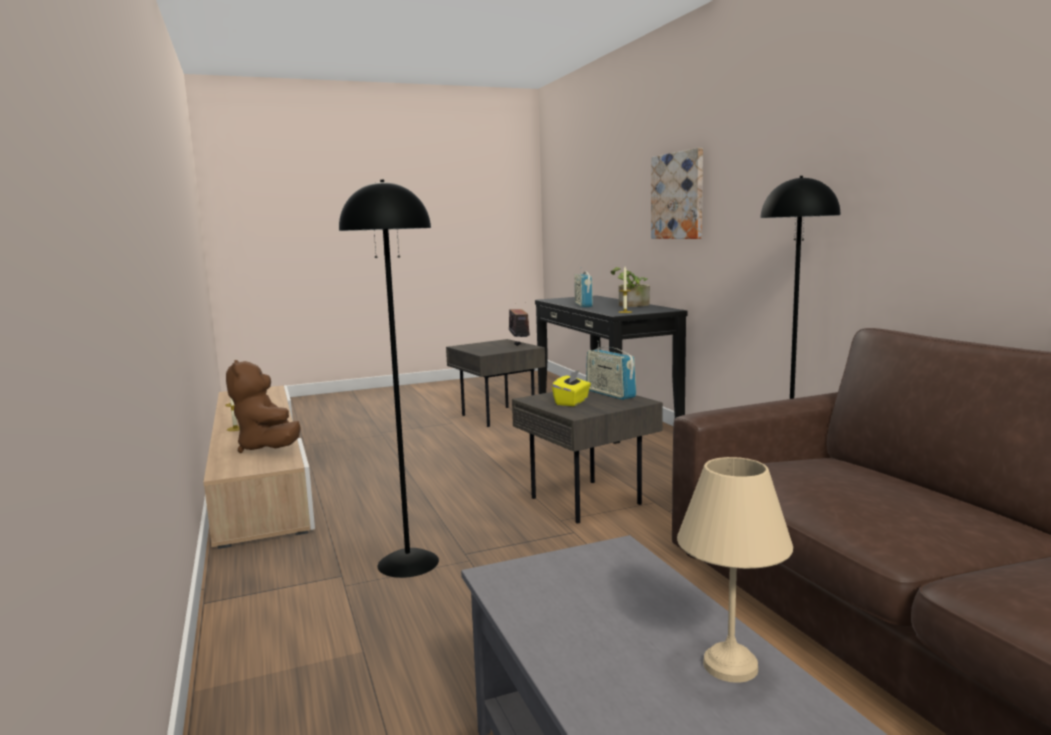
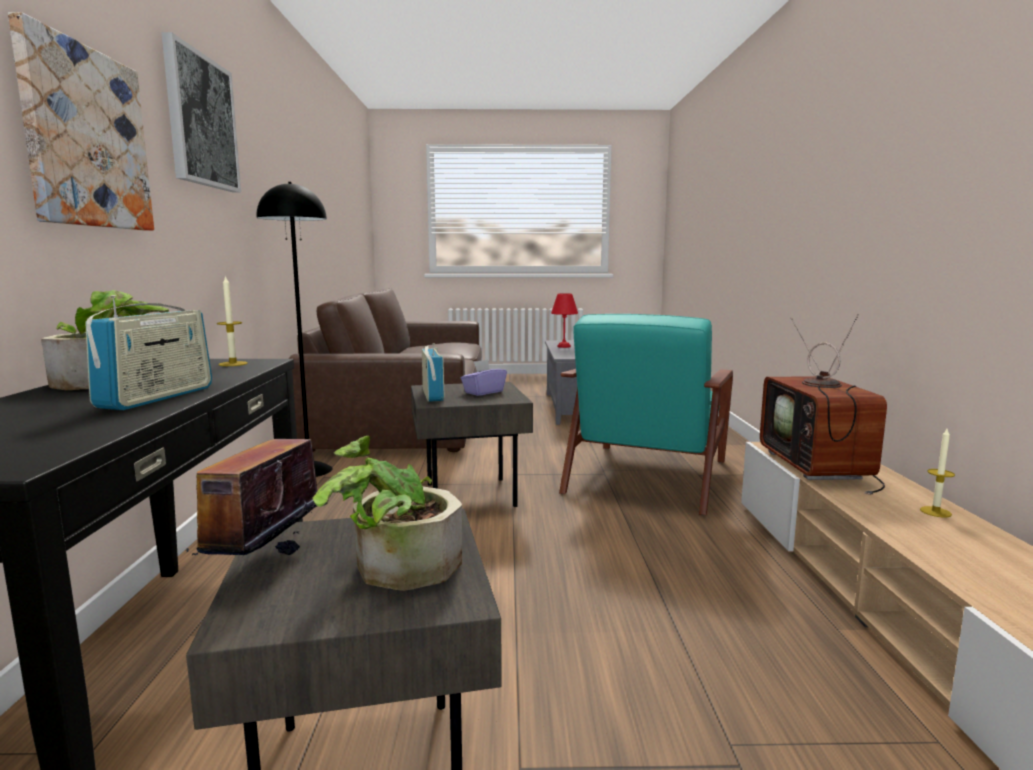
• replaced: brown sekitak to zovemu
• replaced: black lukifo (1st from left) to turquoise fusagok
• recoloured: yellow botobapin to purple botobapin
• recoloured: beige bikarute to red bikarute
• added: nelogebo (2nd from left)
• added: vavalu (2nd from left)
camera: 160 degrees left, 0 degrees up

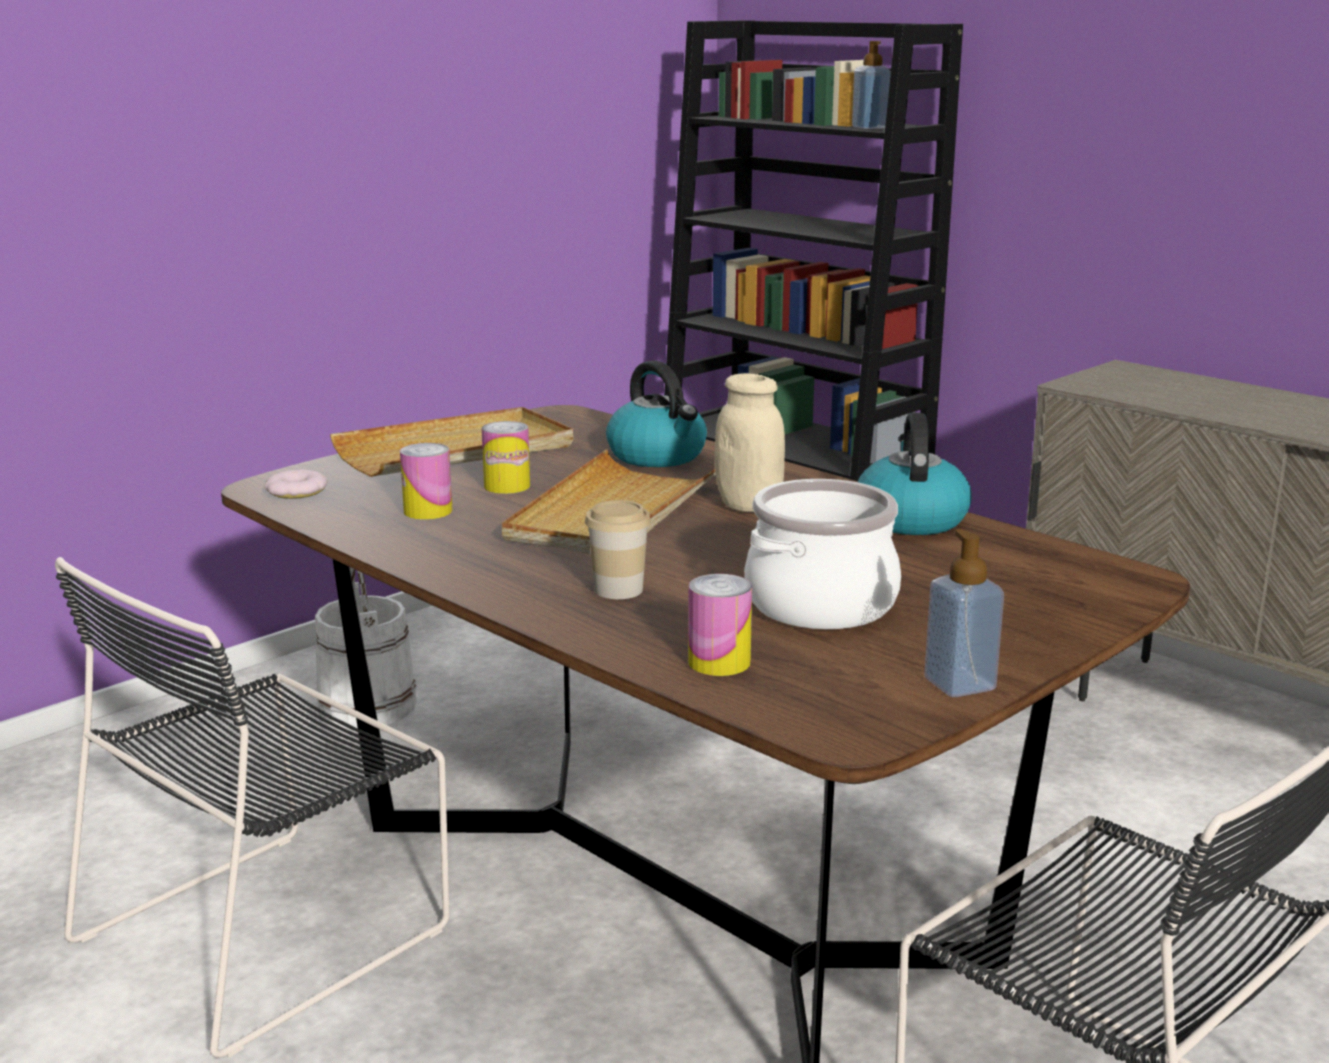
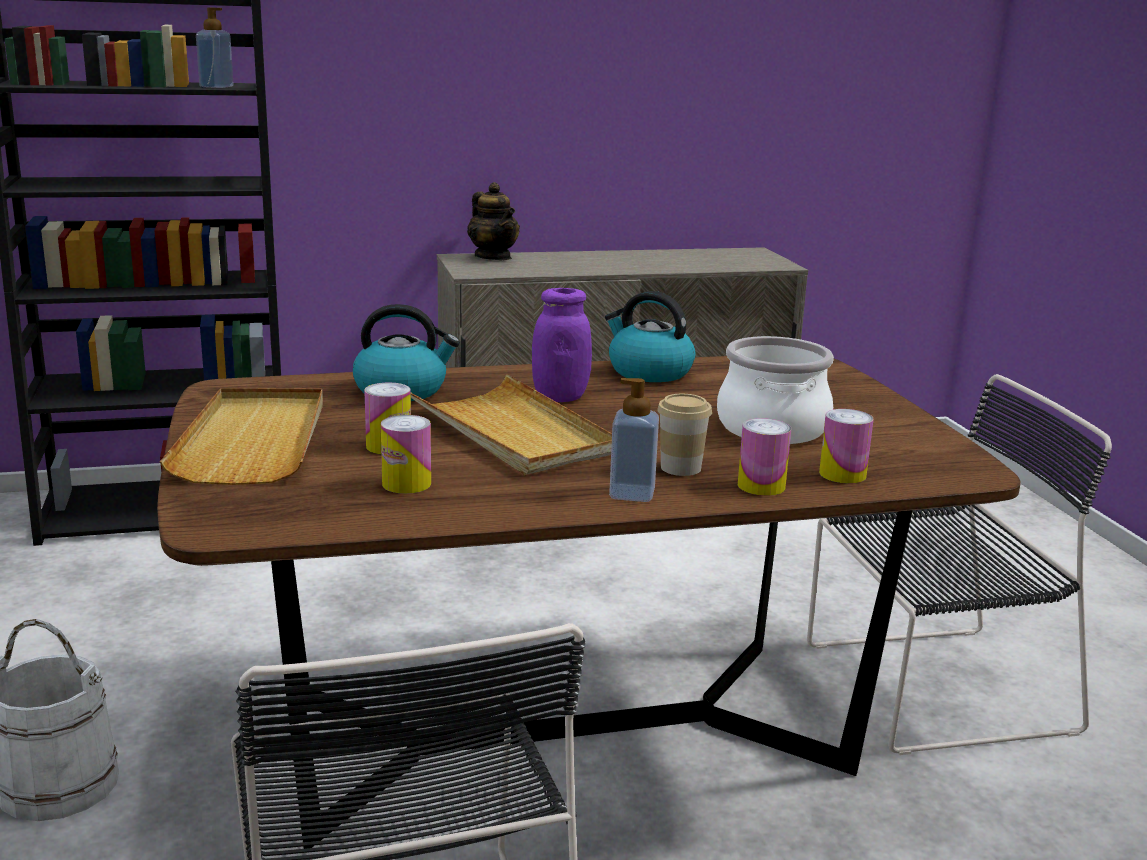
• removed: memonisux
• recoloured: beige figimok to purple figimok
• moved: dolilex (2nd from left)
• added: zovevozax
• added: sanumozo (3rd from left)
camera: 60 degrees left, 0 degrees up

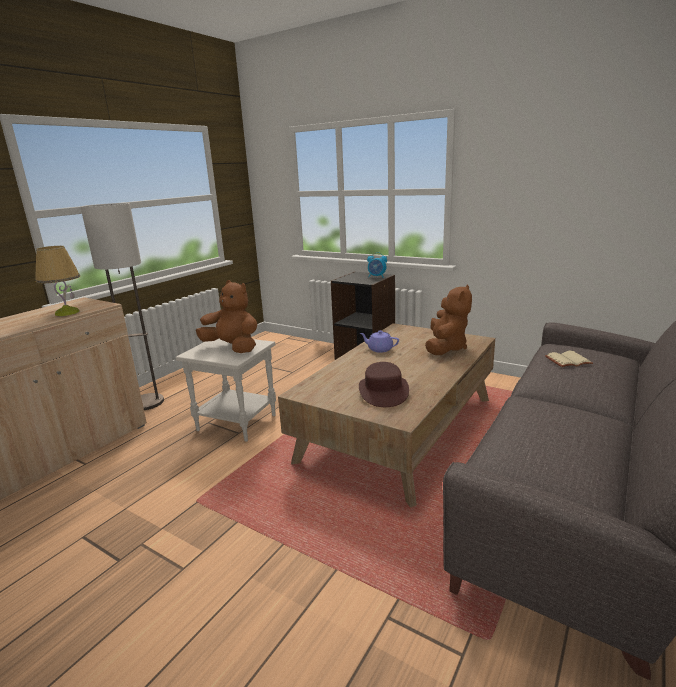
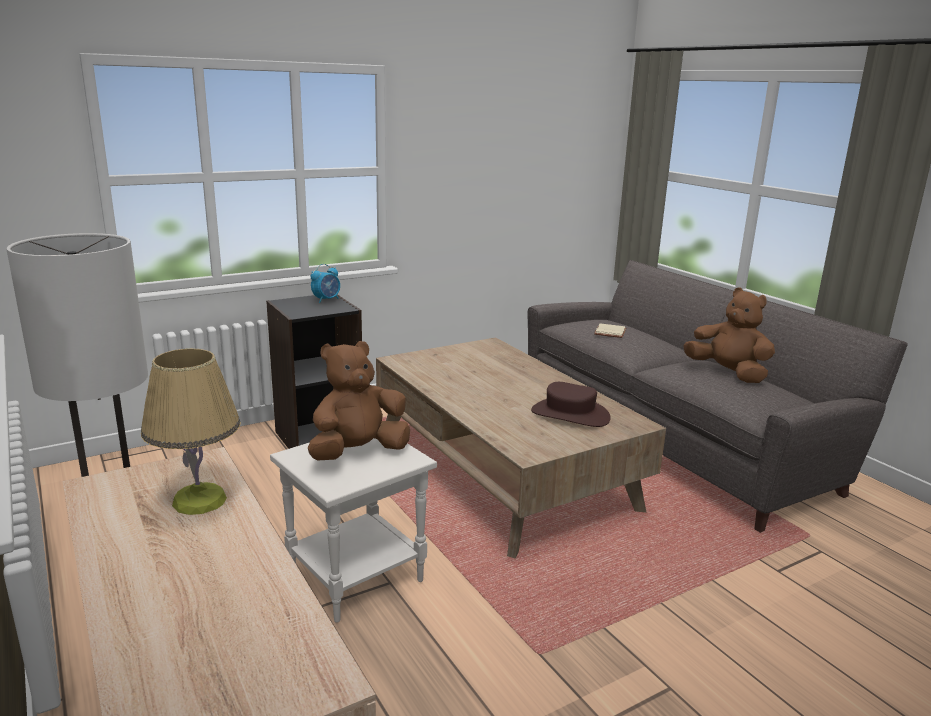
• removed: purple zovevozax
• moved: brown sekitak (2nd from left)
camera: 65 degrees left, 0 degrees up

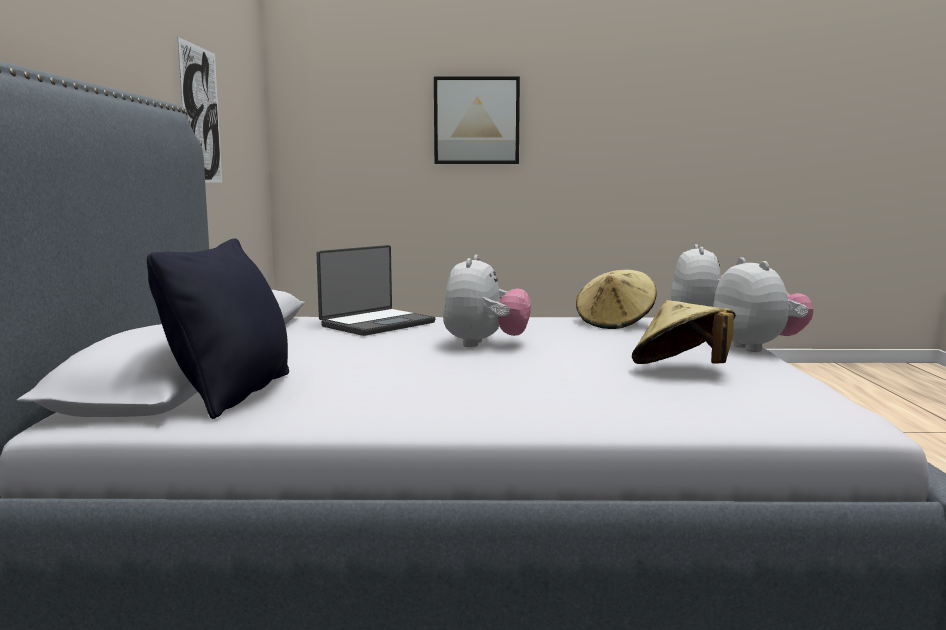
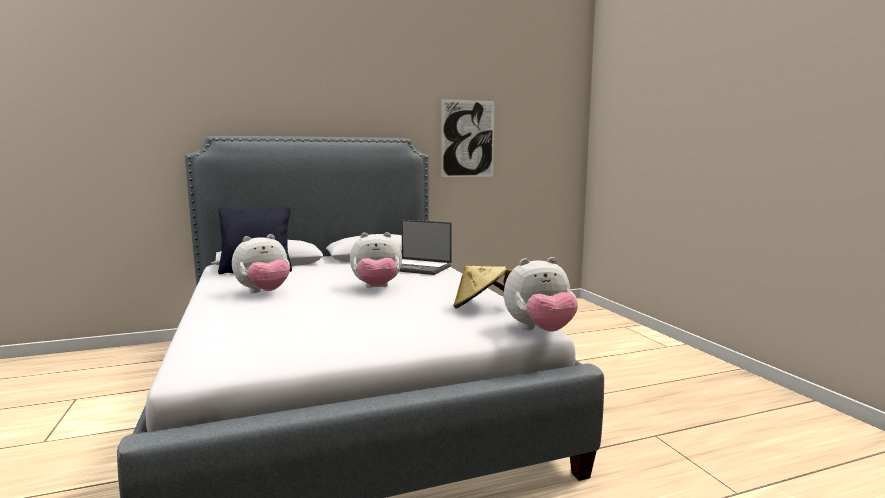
• removed: nelogebo (2nd from left)
• removed: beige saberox (2nd from left)
• moved: sekitak (3rd from left in the first image) to sekitak (1st from left)
camera: 70 degrees right, 0 degrees up

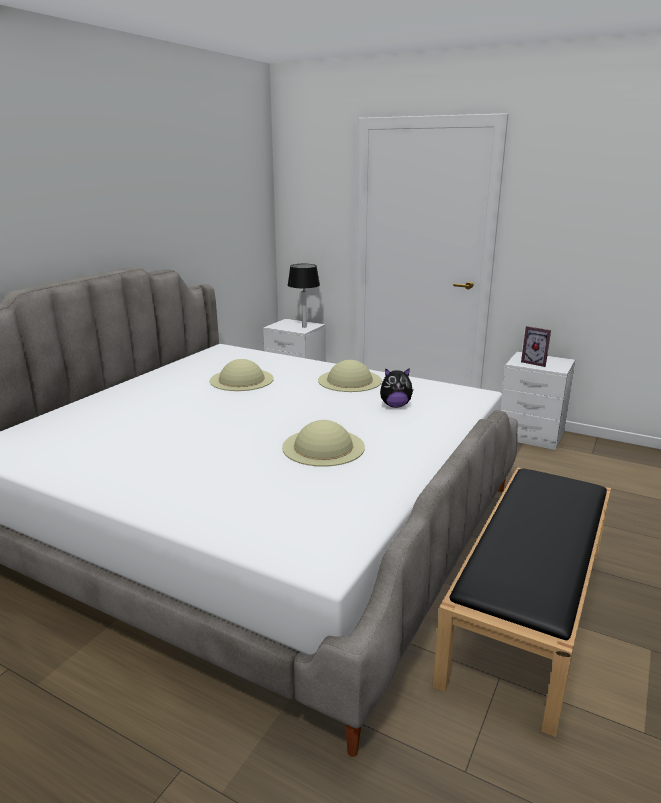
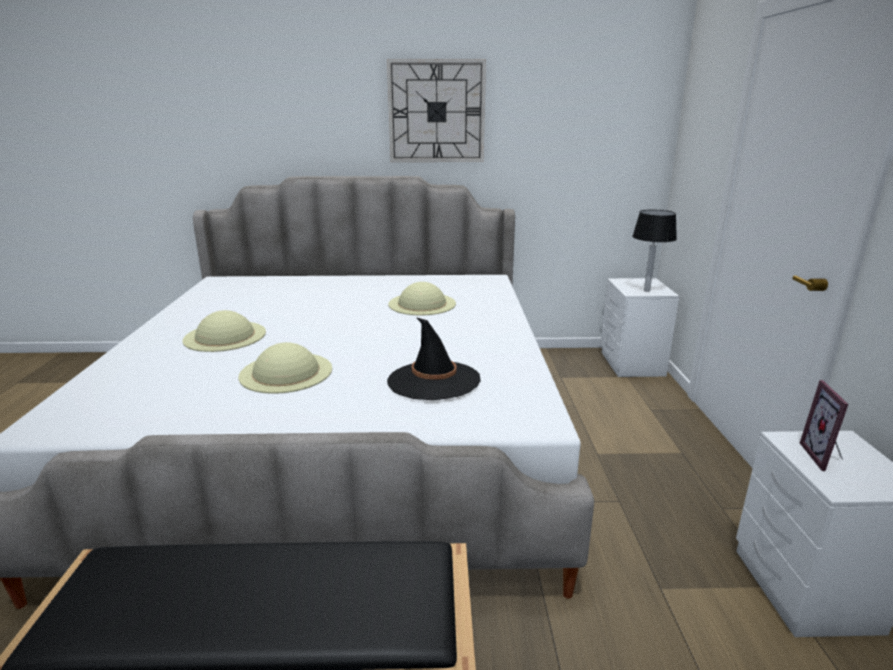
• moved: beige saberox (3rd from left in the first image) to beige saberox (1st from left)
• replaced: sekitak to black saberox
• added: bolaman
camera: 60 degrees right, 0 degrees up

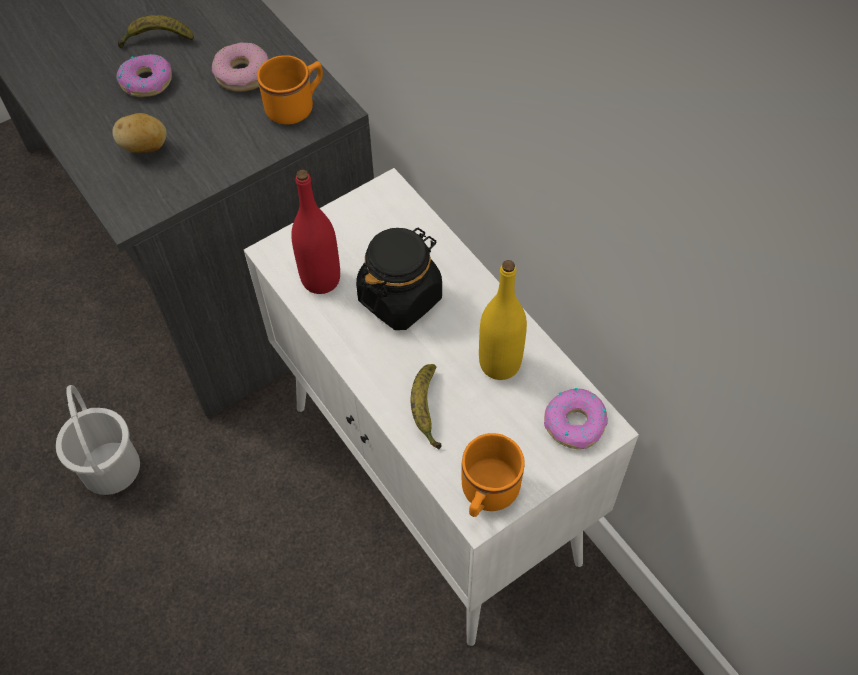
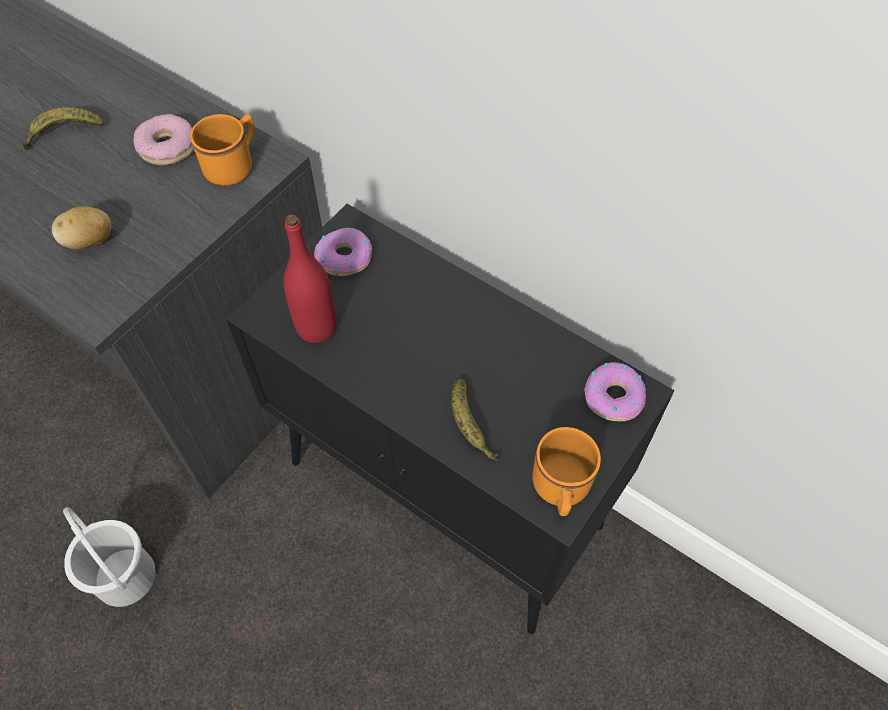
• moved: memonisux (1st from left in the first image) to memonisux (2nd from left)
• recoloured: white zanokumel to black zanokumel
• removed: black figimok
• removed: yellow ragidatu
camera: 20 degrees left, 0 degrees up

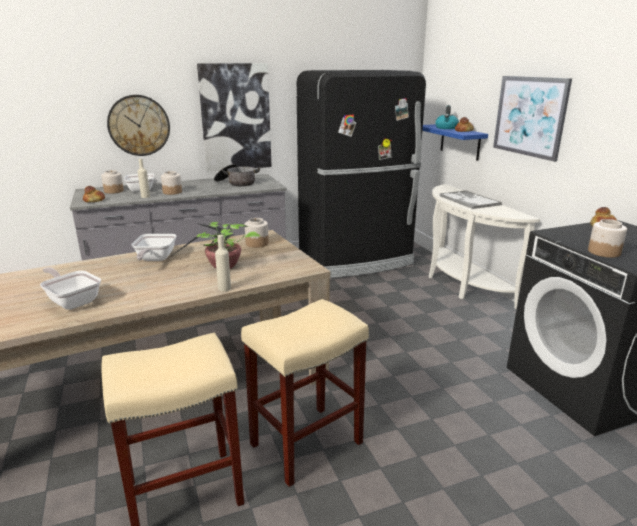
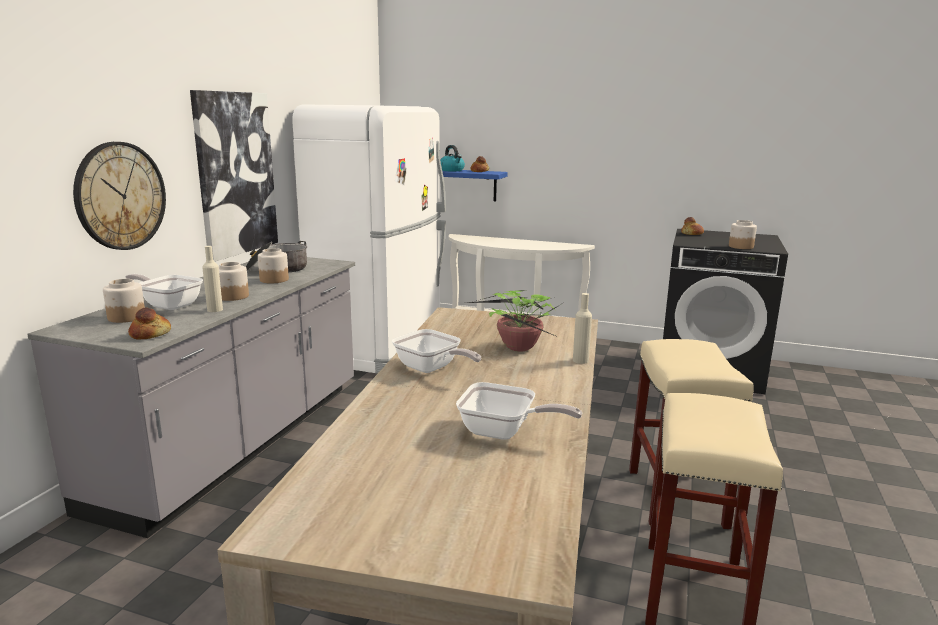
• turned: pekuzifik (1st from left in the first image) 150 degrees counterclockwise
• moved: figimok (3rd from left)
• recoloured: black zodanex to white zodanex
• removed: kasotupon
• removed: nelogebo (2nd from left)
camera: 50 degrees left, 5 degrees down

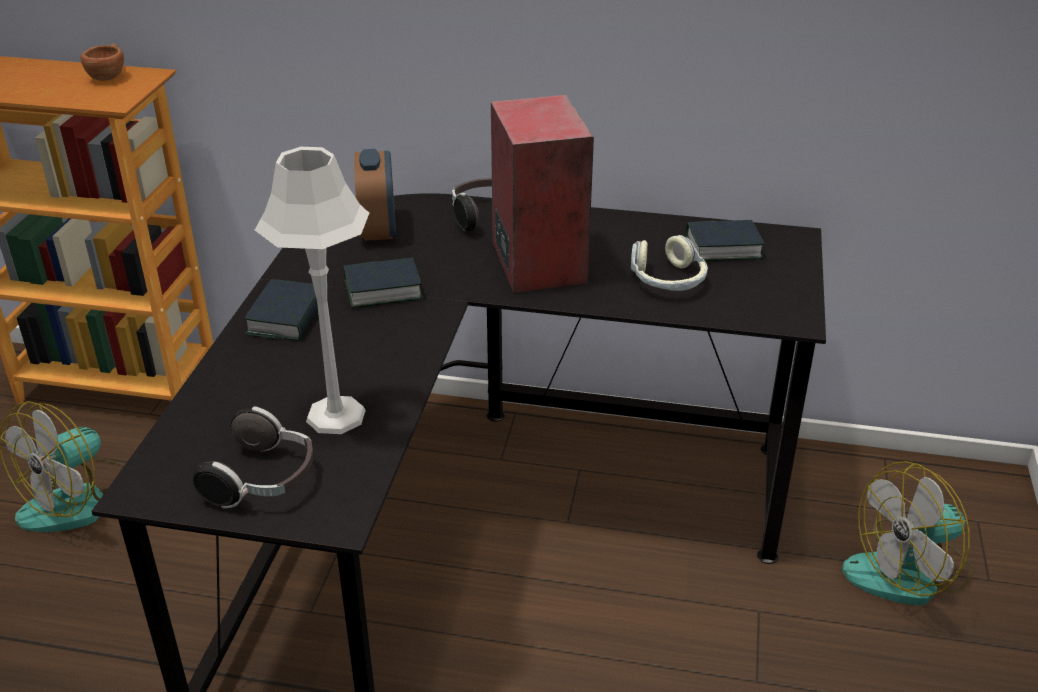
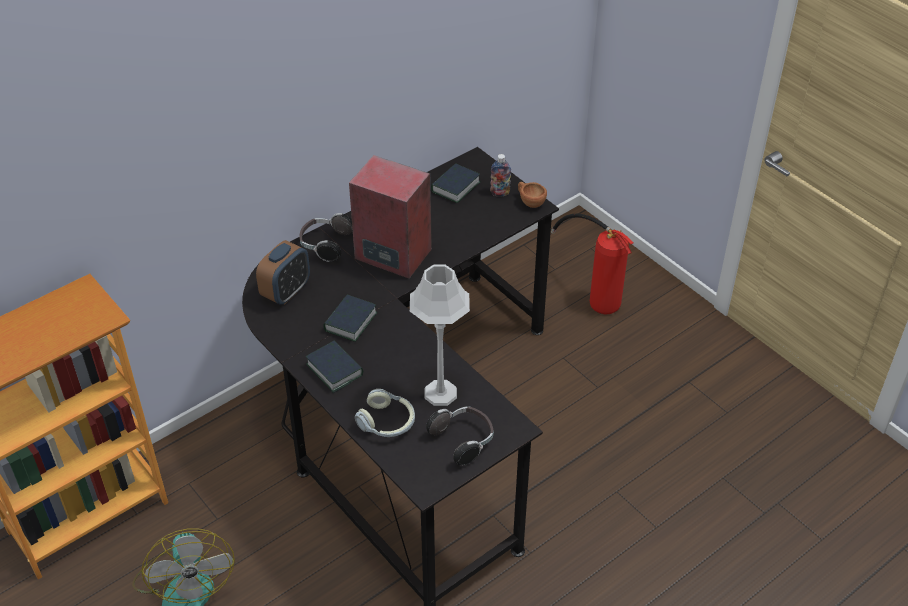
• moved: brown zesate
• turned: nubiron 90 degrees clockwise
• moved: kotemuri (3rd from left in the first image) to kotemuri (2nd from left)
• replaced: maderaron (2nd from left) to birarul
• added: ragidatu
camera: 50 degrees left, 10 degrees up

